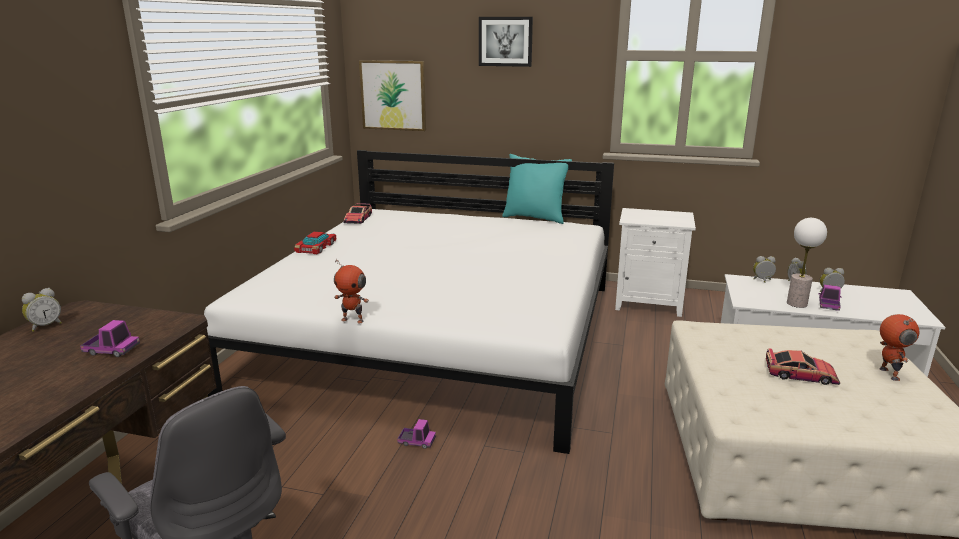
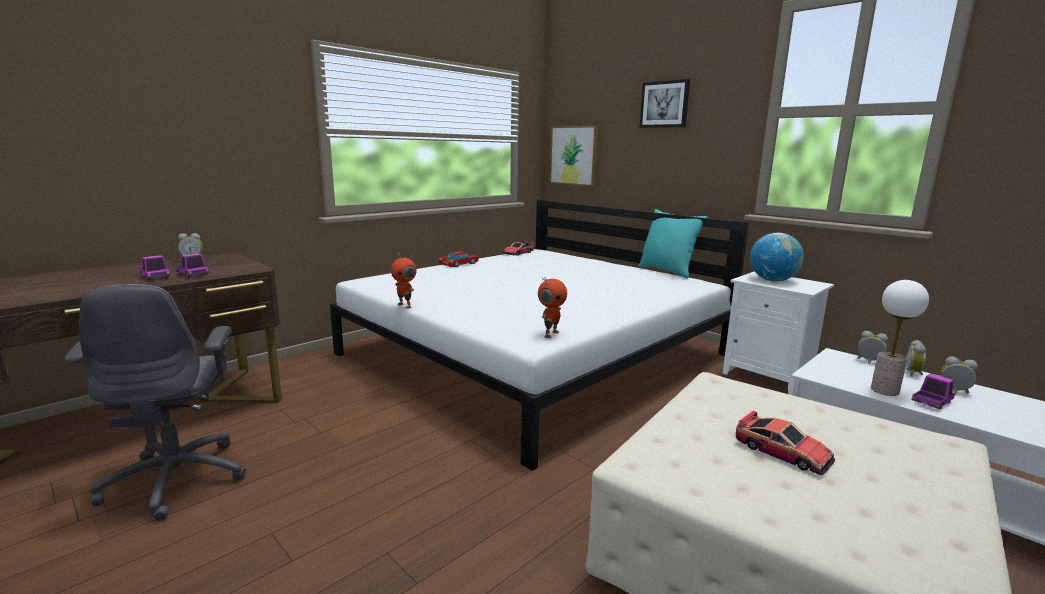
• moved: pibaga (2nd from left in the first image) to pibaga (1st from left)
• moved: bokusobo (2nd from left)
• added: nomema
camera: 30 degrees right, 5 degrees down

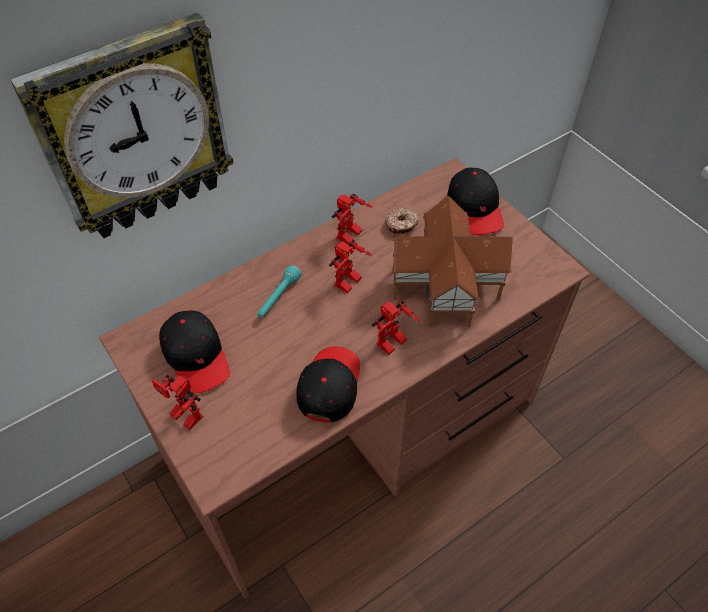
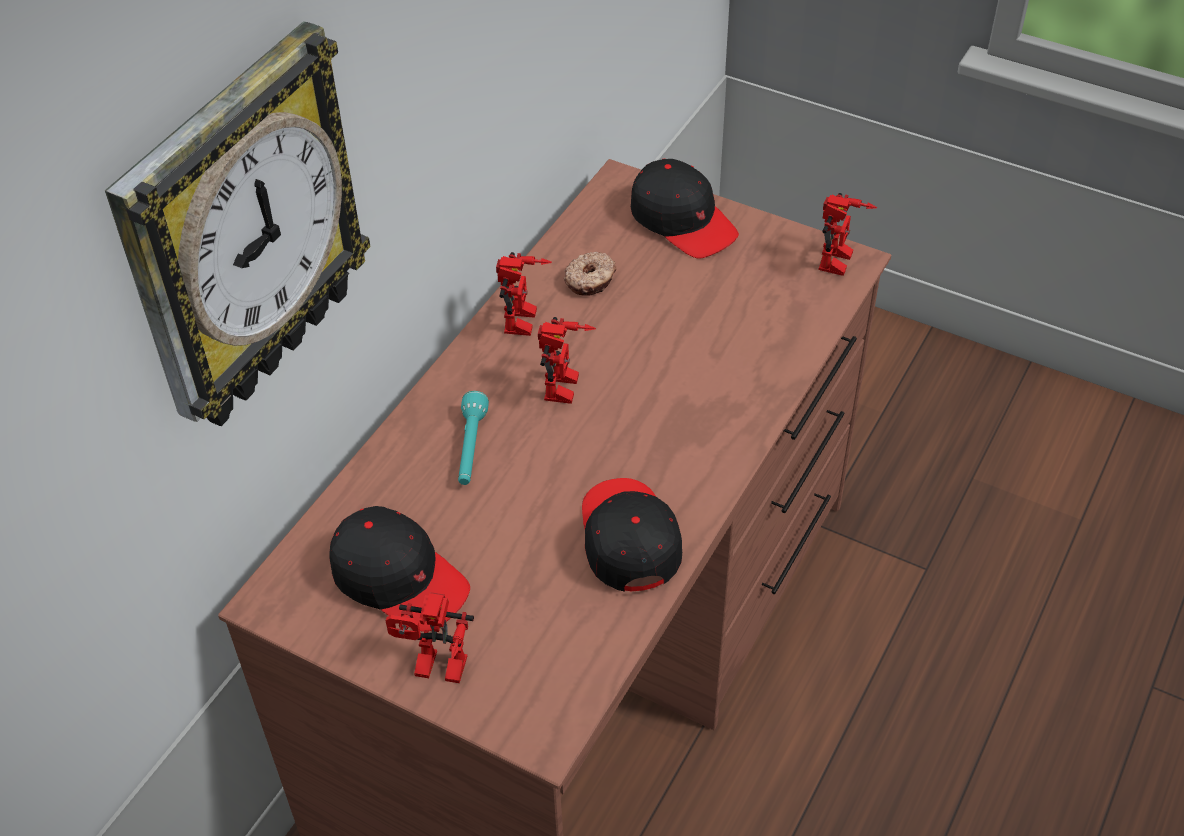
• moved: bokusobo (4th from left)
• removed: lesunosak
camera: 25 degrees left, 5 degrees down

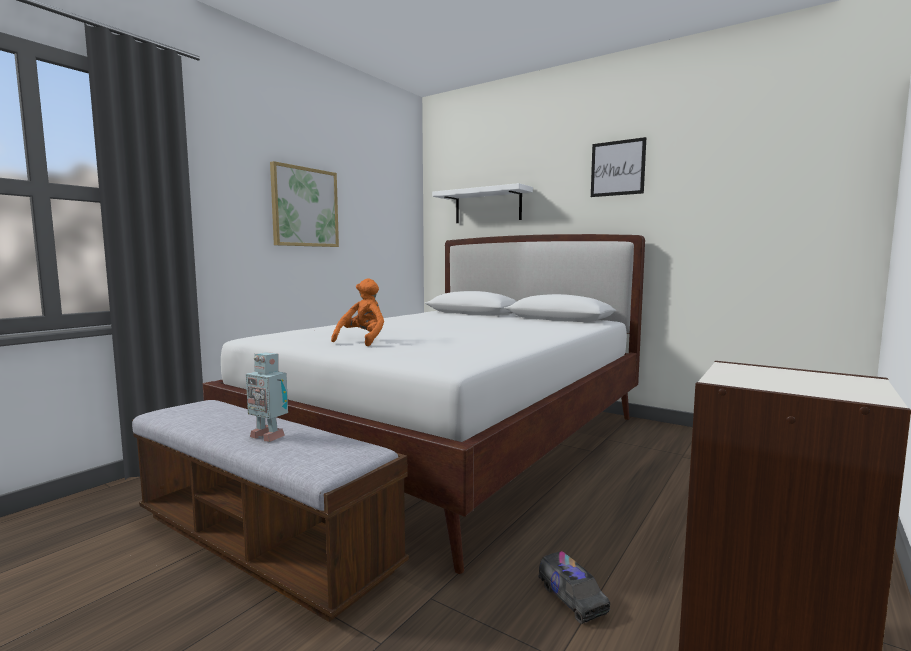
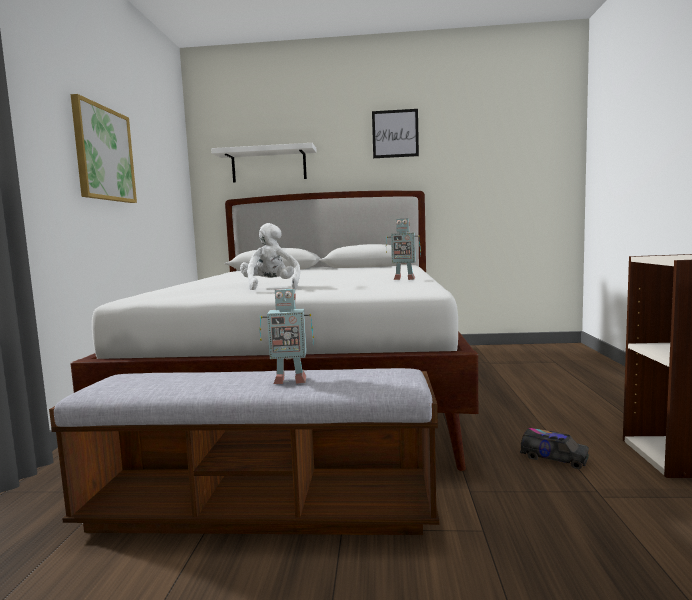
• recoloured: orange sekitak to white sekitak
• added: bokusobo (2nd from left)
camera: 30 degrees left, 0 degrees up

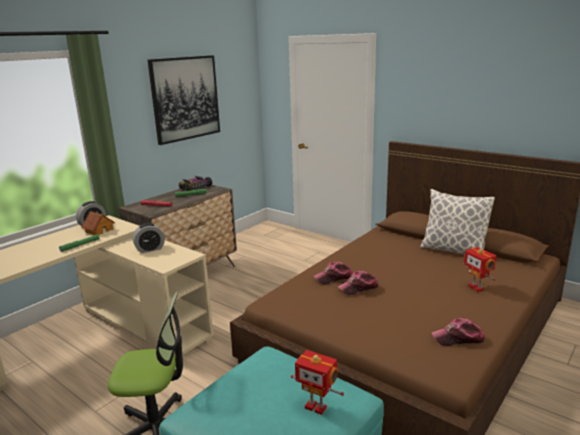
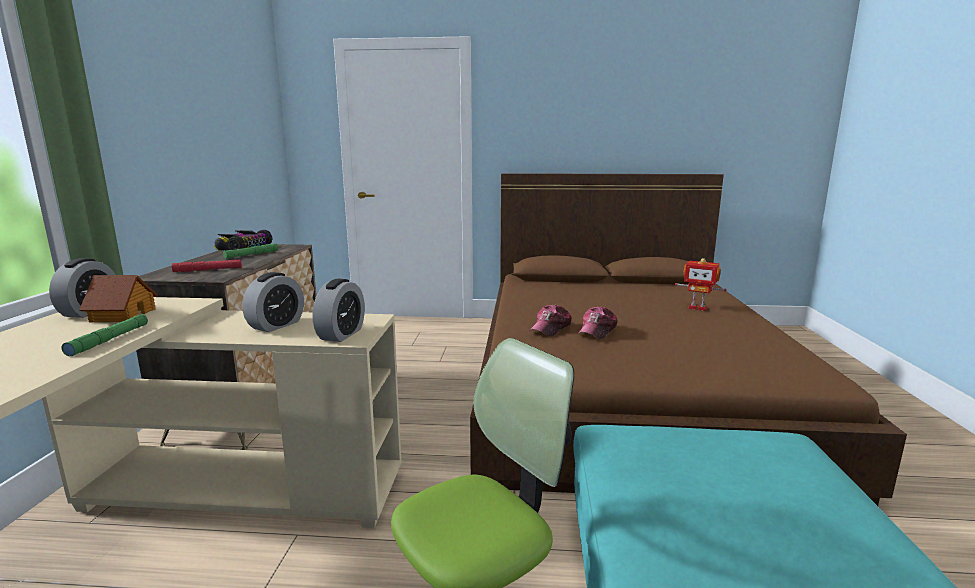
• removed: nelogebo
• removed: bokusobo (1st from left)
• removed: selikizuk
• removed: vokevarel (3rd from left)
• added: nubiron (3rd from left)
camera: 35 degrees left, 5 degrees down

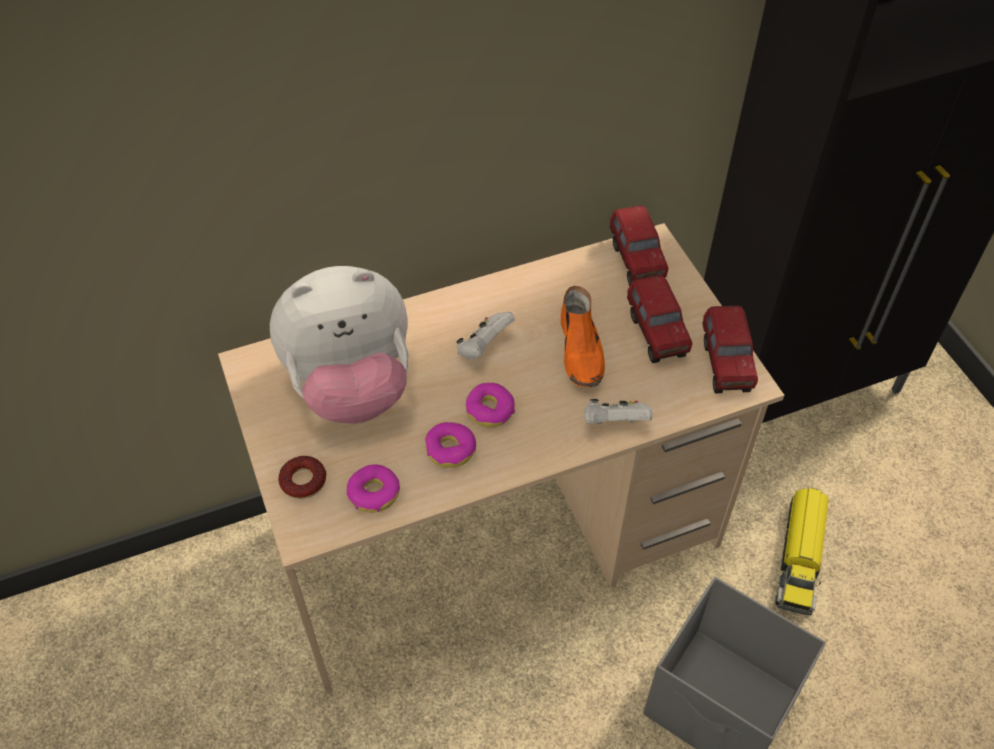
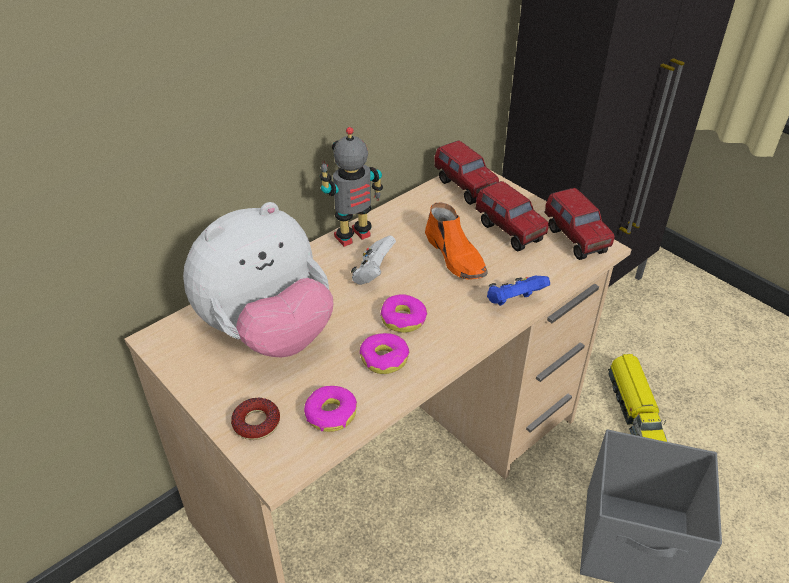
• recoloured: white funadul (2nd from left) to blue funadul
• added: bokusobo
camera: 20 degrees left, 10 degrees down

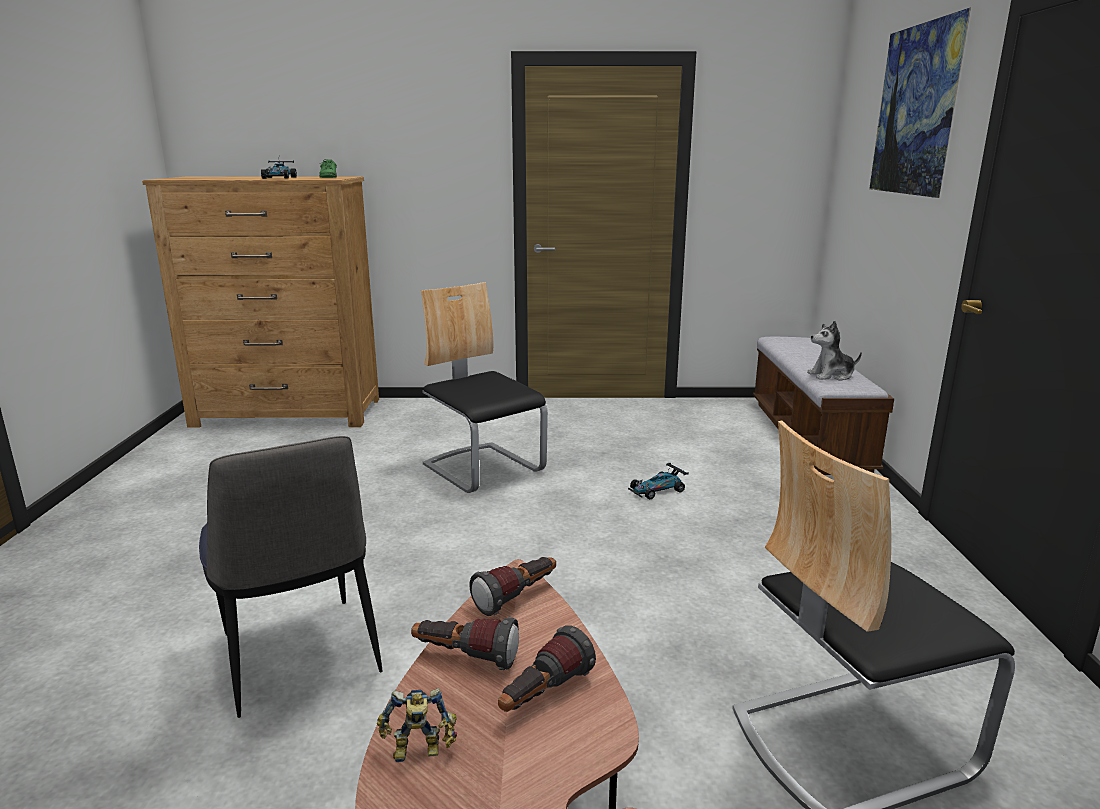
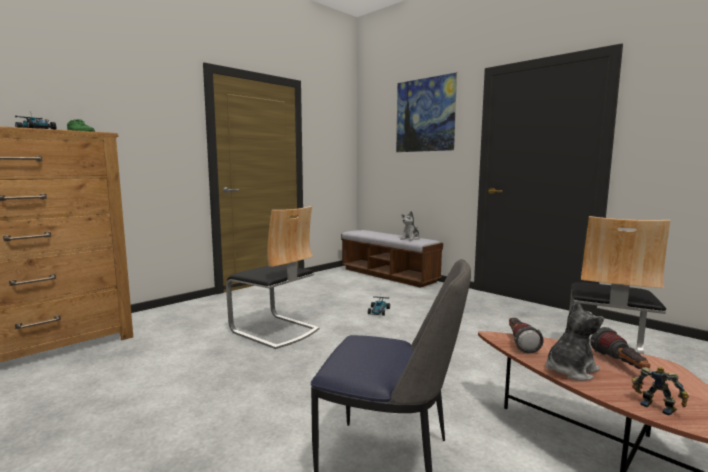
• turned: bokusobo 75 degrees counterclockwise
• replaced: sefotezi (1st from left) to sekitak (2nd from left)
• turned: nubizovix (2nd from left in the first image) 150 degrees counterclockwise
camera: 45 degrees left, 10 degrees down

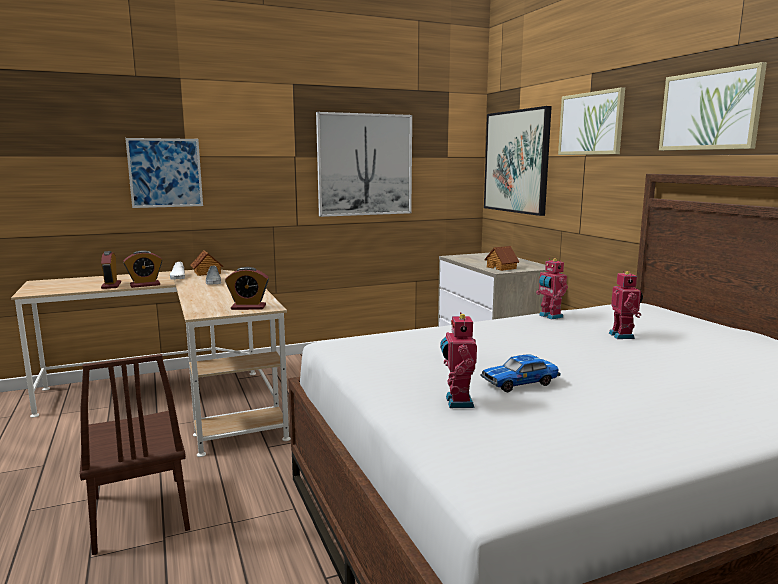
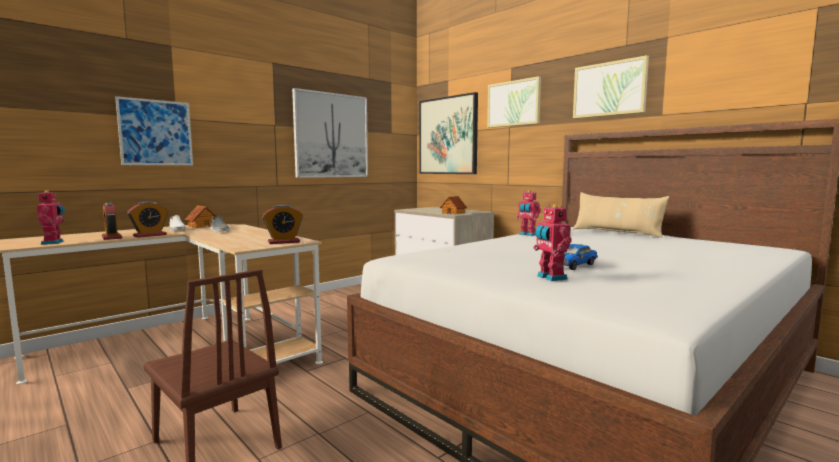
• moved: bokusobo (3rd from left in the first image) to bokusobo (1st from left)
• added: beige selikizuk
camera: 20 degrees left, 5 degrees down

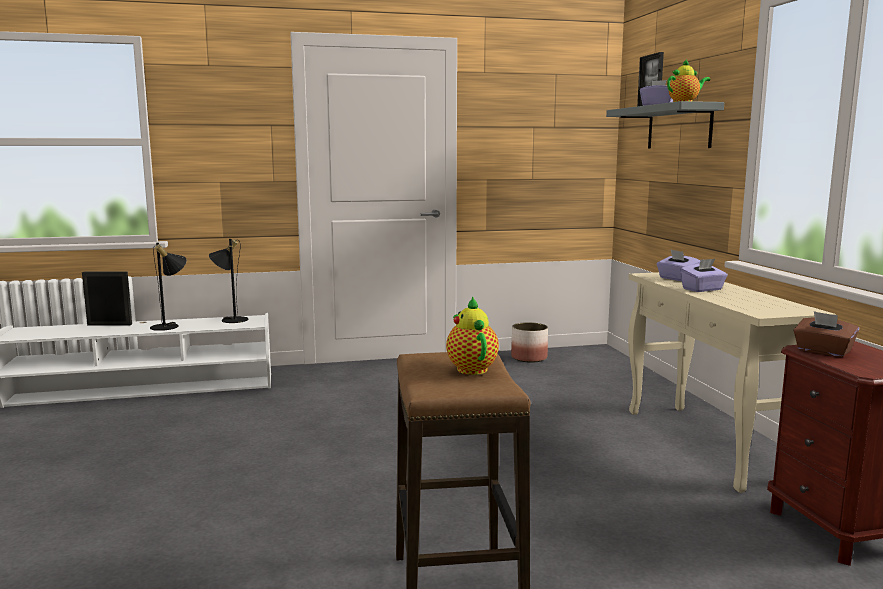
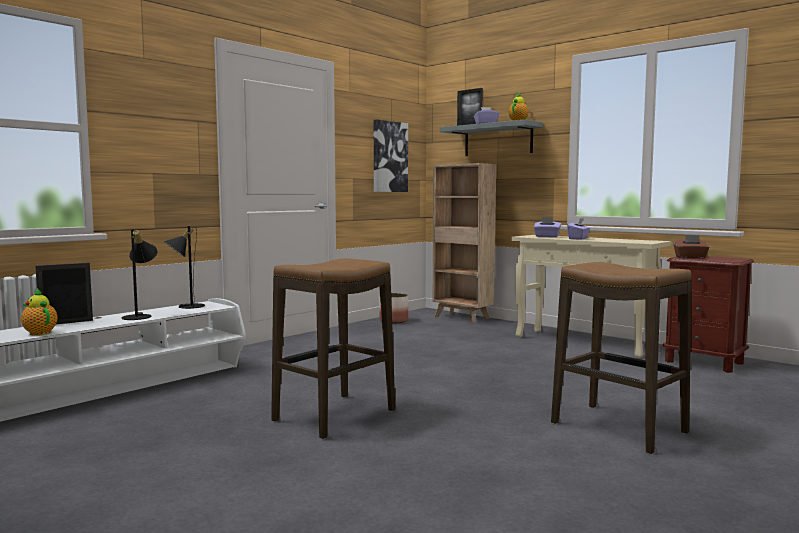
• moved: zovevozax (1st from left)
• added: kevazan (1st from left)
• added: nelogebo
• added: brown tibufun
camera: 35 degrees left, 5 degrees down

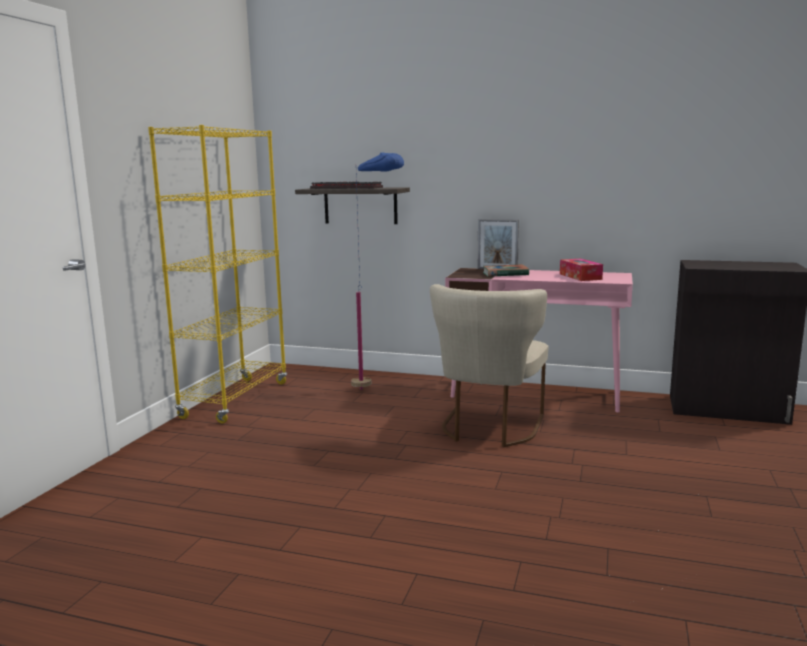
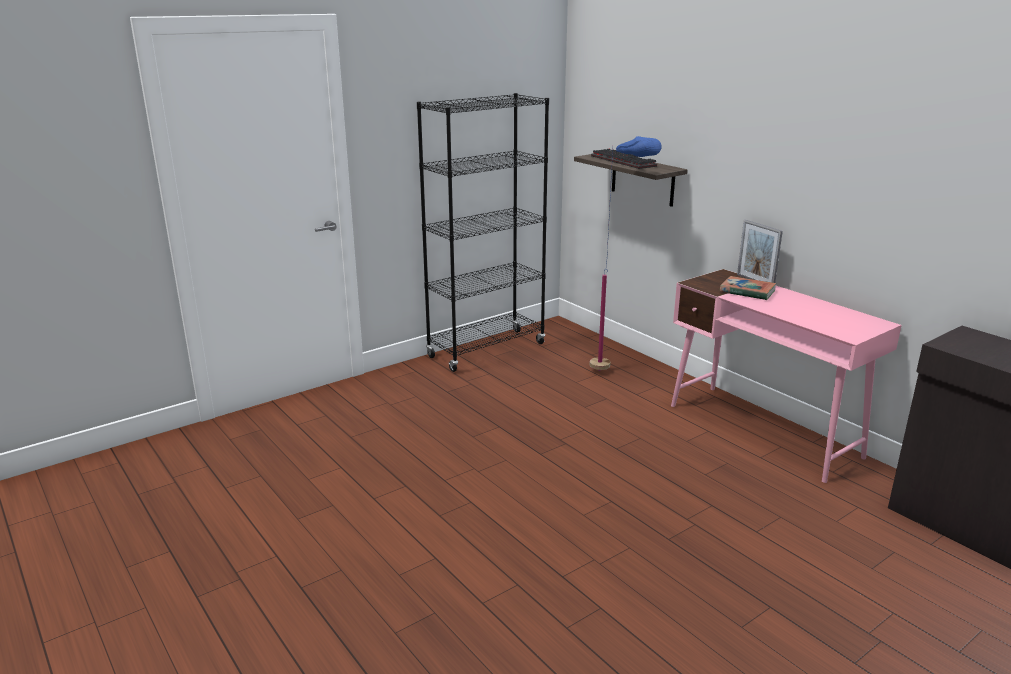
• recoloured: yellow tibufun to black tibufun
• removed: beige nubizovix
• removed: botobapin
camera: 35 degrees right, 10 degrees up

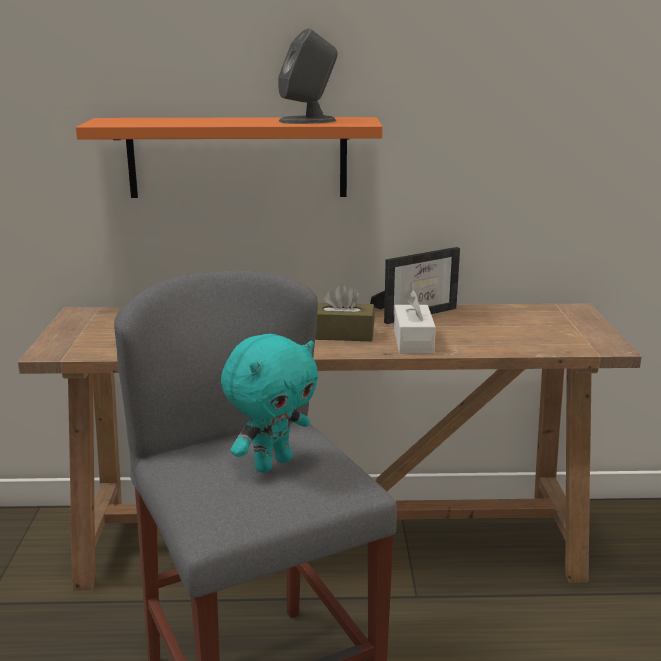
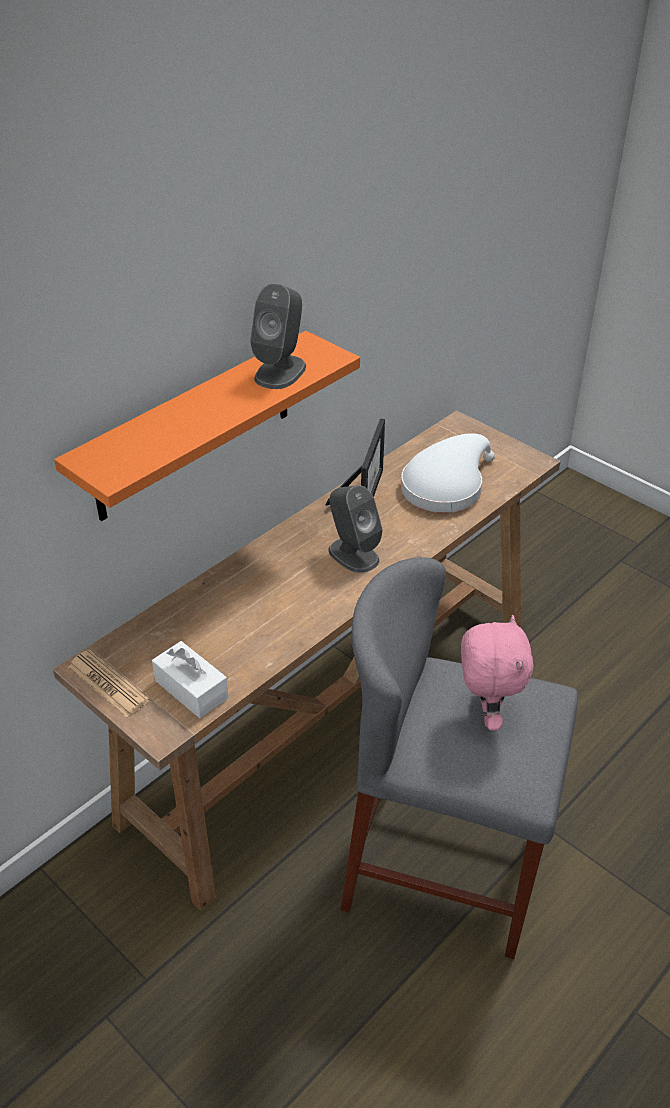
• recoloured: turquoise sekitak to pink sekitak
• replaced: brown botobapin to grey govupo (2nd from left)
• moved: white botobapin
• added: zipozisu
• added: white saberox
camera: 45 degrees left, 20 degrees up

